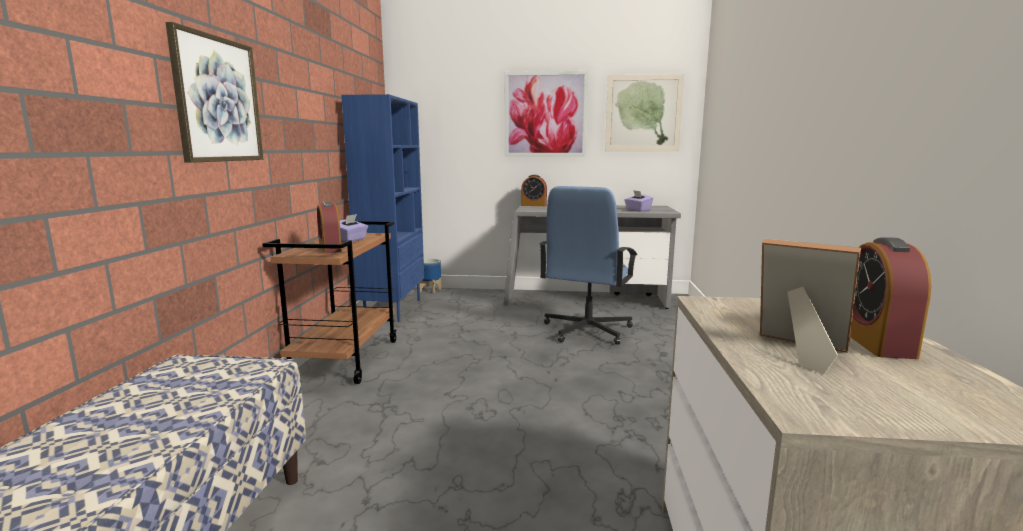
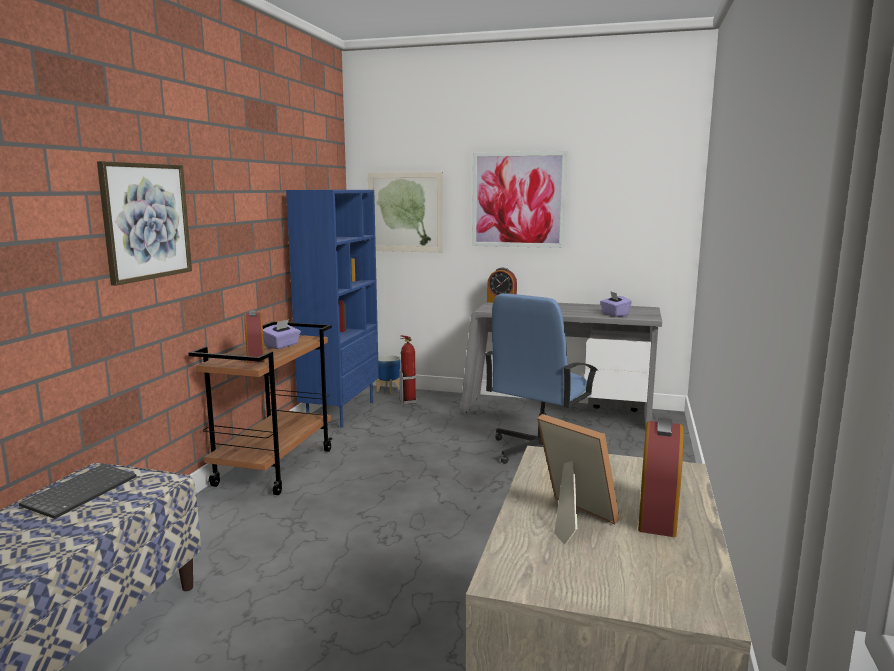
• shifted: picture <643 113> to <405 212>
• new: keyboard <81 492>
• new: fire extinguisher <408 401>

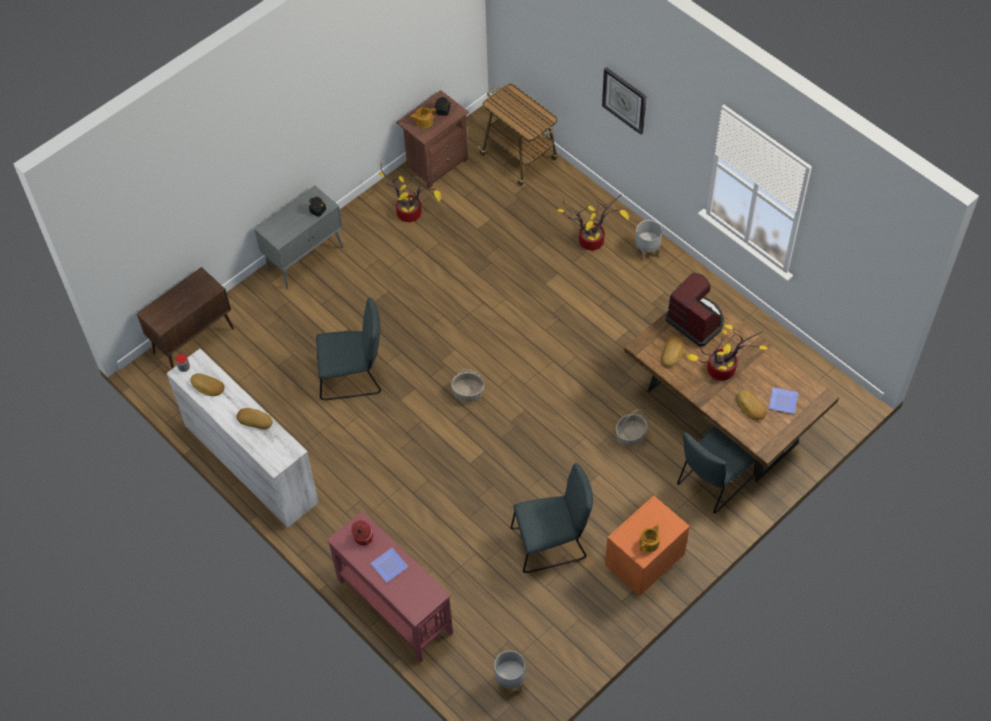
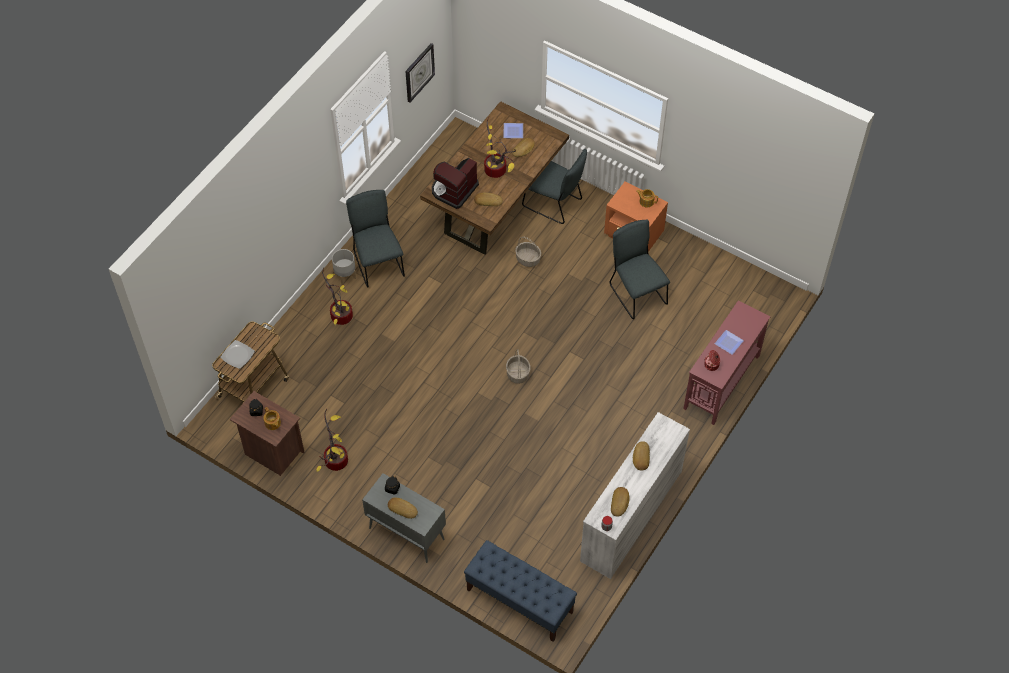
• swapped: brown cabinet <194 340> to blue bench <519 601>
• shifted: grey chair <353 377> to <378 262>
• gone: grey planter <510 681>
• shifted: wall clock <624 100> to <419 72>
• new: plate <238 355>
• new: bread <403 508>

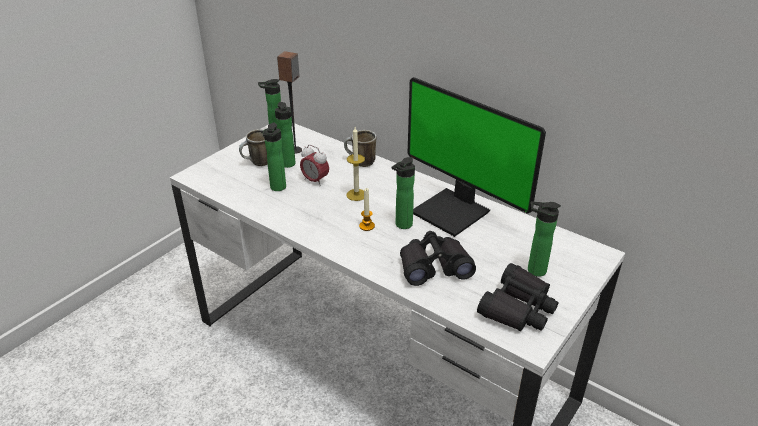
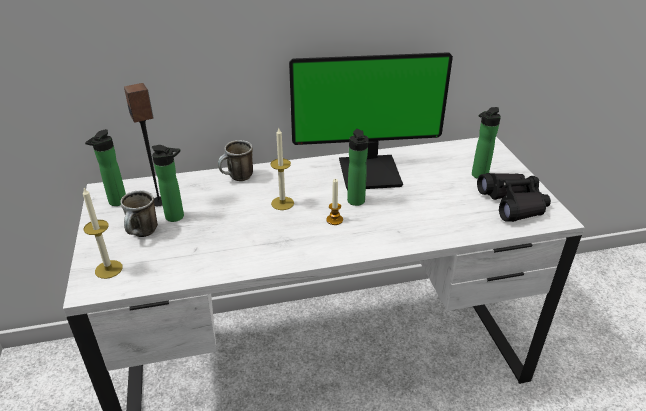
• gone: bottle <277 188>
• gone: alarm clock <315 181>
• gone: black binoculars <434 266>
• new: candle <108 269>

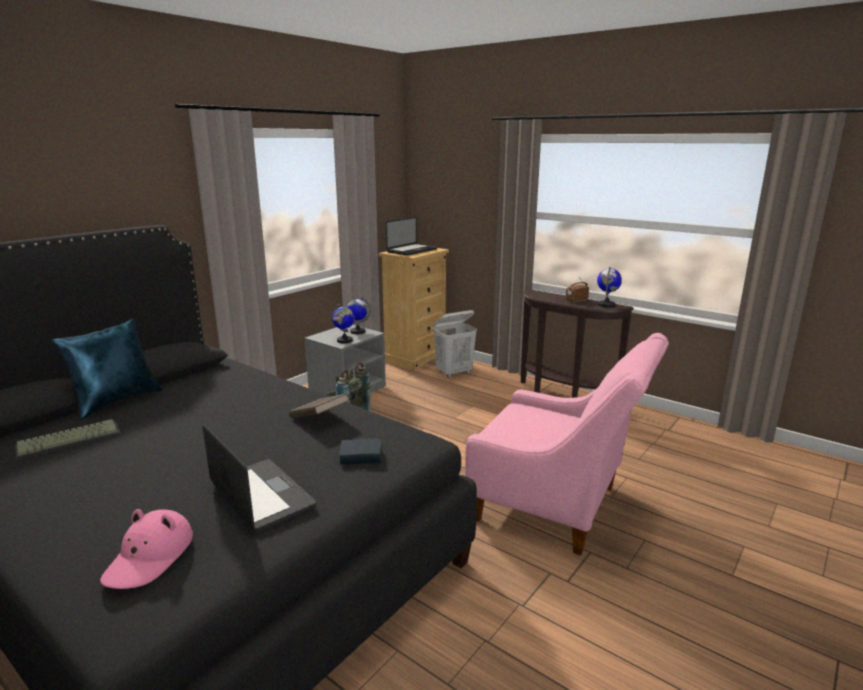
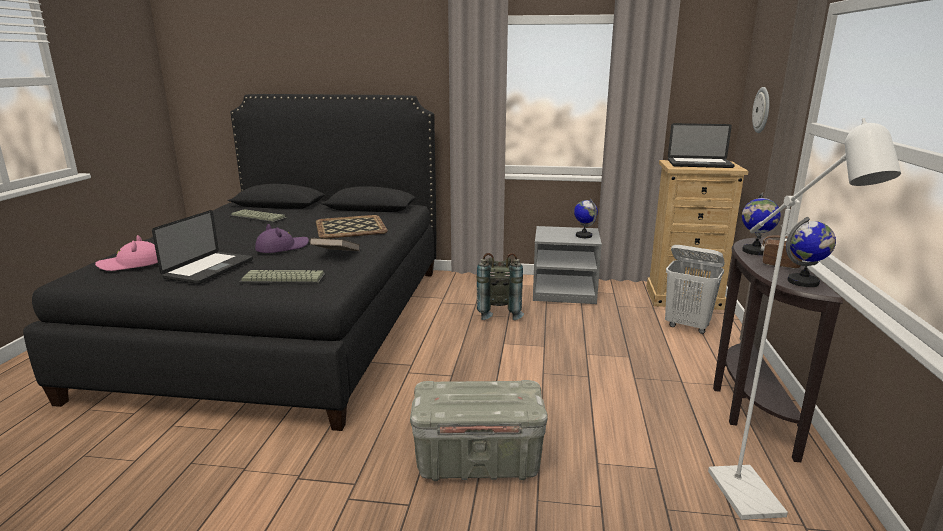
• gone: blue pillow <116 401>
• shifted: globe <344 340> to <755 251>
• swapped: book <360 456> to keyboard <282 280>
• swapped: pink armchair <557 507> to grey storage box <477 462>
• new: purple hat <282 247>
• new: tray <350 227>
• new: white floor lamp <753 503>
• new: wall clock <762 110>

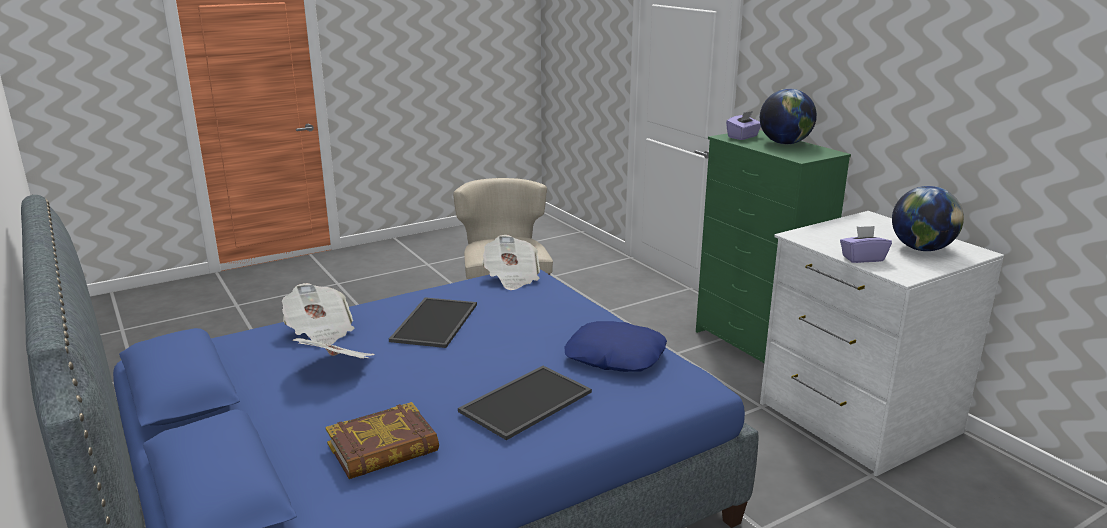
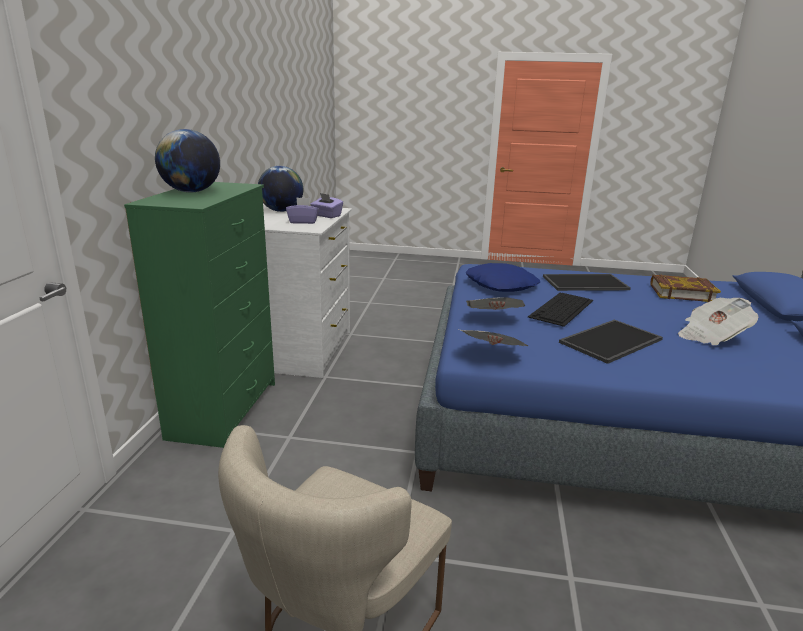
• shifted: newspaper <320 332> to <493 319>
• shifted: purple tissue box <743 137> to <303 222>
• new: keyboard <561 309>

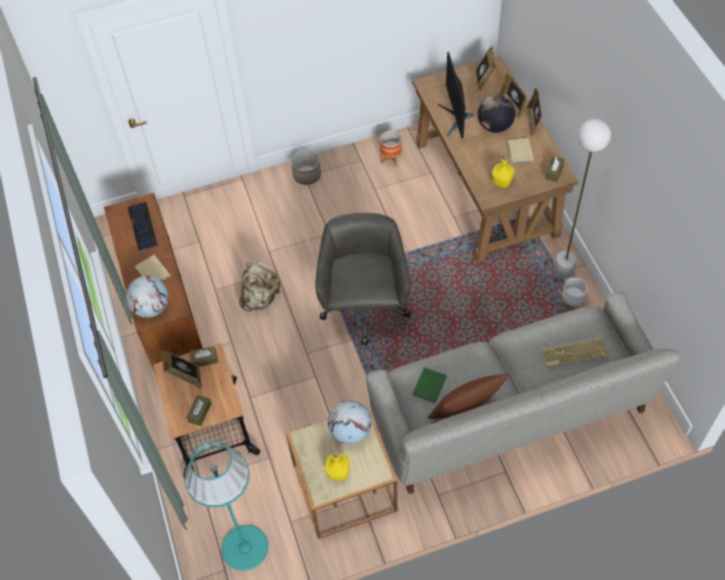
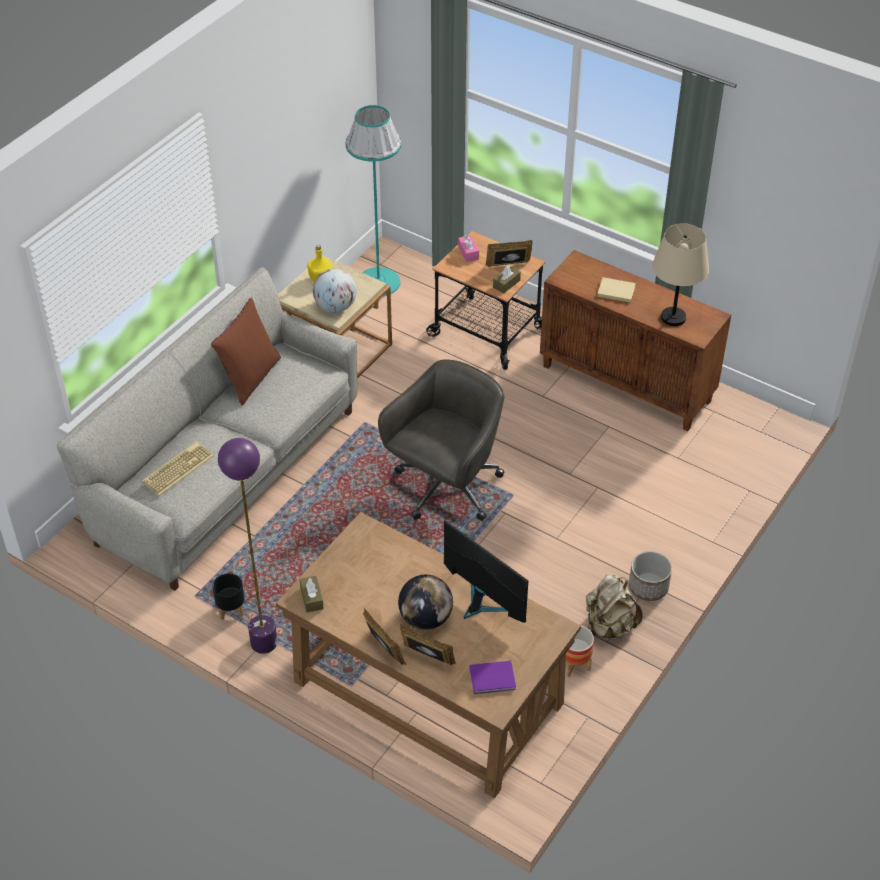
• gone: globe <151 308>
• swapped: keyboard <143 227> to beige table lamp <672 317>
• repainted: brown tissue box <200 413> to pink tissue box <468 253>
• shifted: beige backpack <260 297> to <609 626>
• rotated: grey office chair <364 309> = <446 488> 105 degrees counterclockwise
• gone: green book <428 386>
• swapped: picture frame <484 78> to purple book <493 679>
• gone: yellow bottle <501 182>
• gone: beige book <519 152>
• repainted: white floor lamp <563 270> to purple floor lamp <263 643>
• repainted: white planter <572 304> to black planter <230 610>

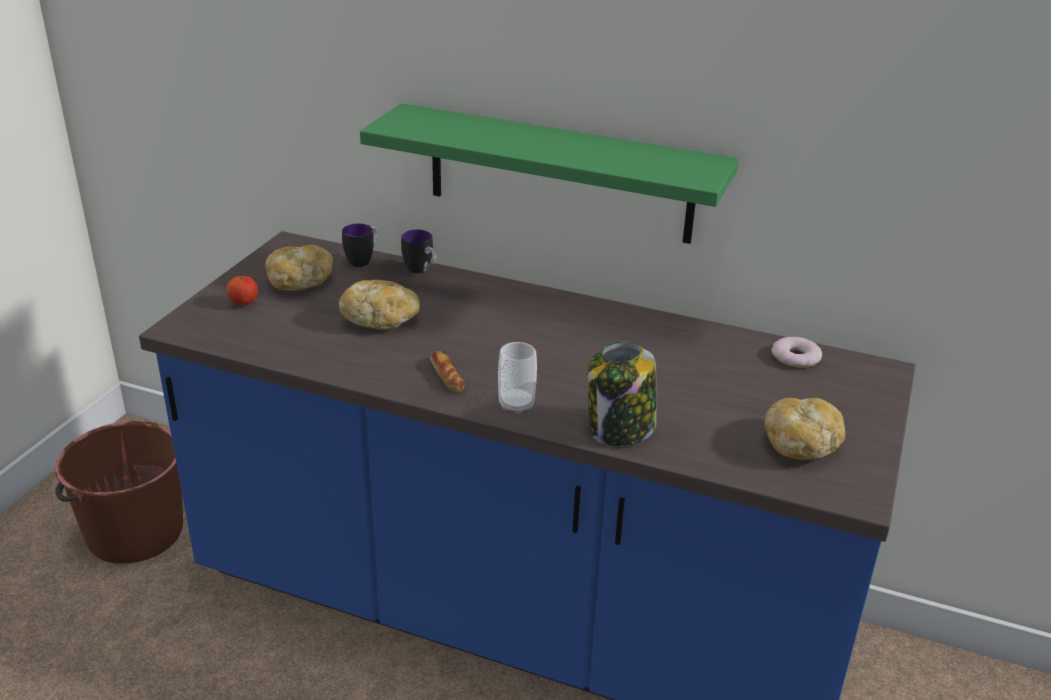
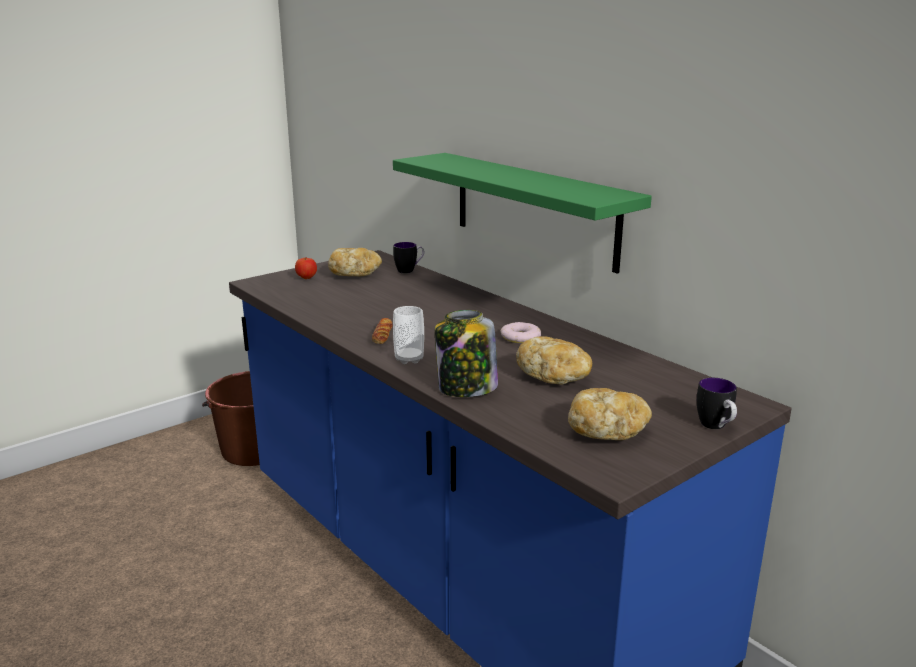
• shifted: bread <381 320> to <554 377>
• shifted: mug <421 271> to <716 427>
• shifted: donut <795 357> to <520 337>

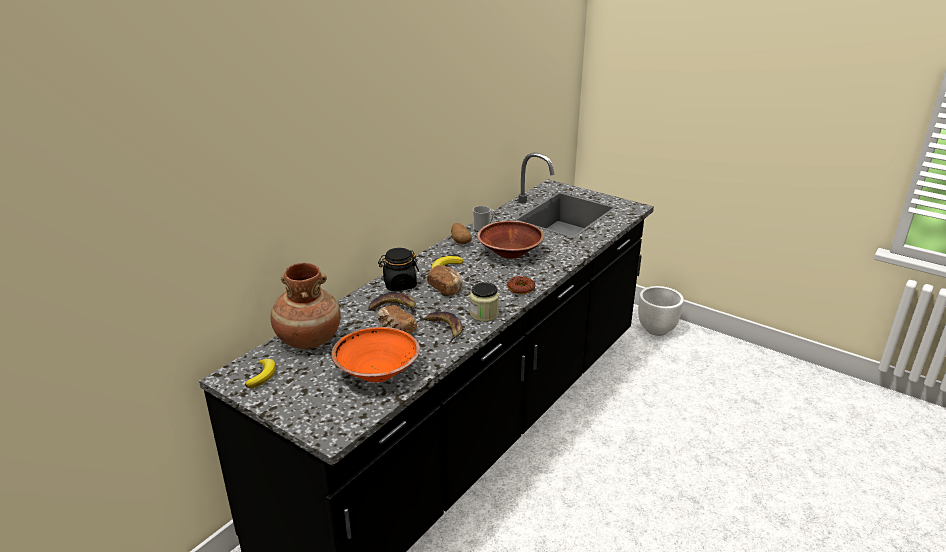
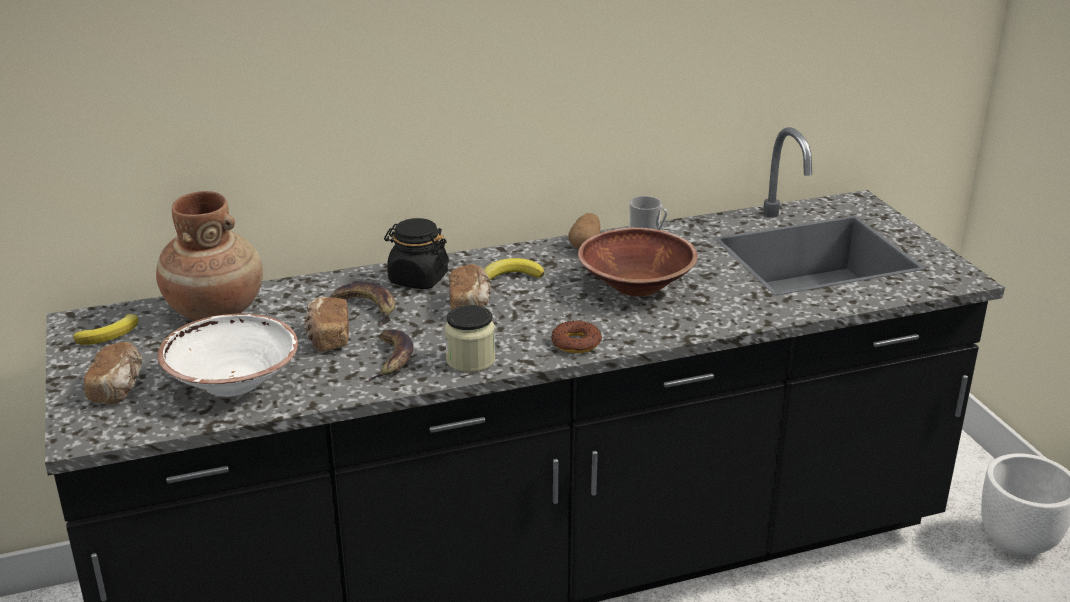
• repainted: orange bowl <377 372> to white bowl <232 382>
• new: bread <119 388>

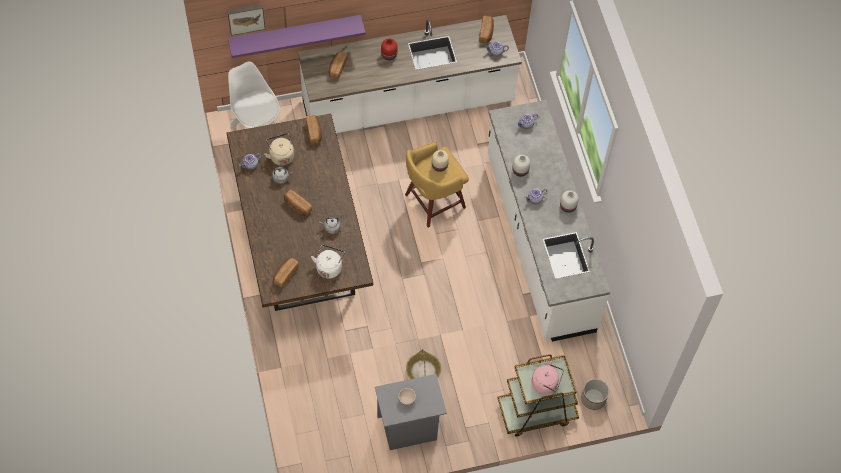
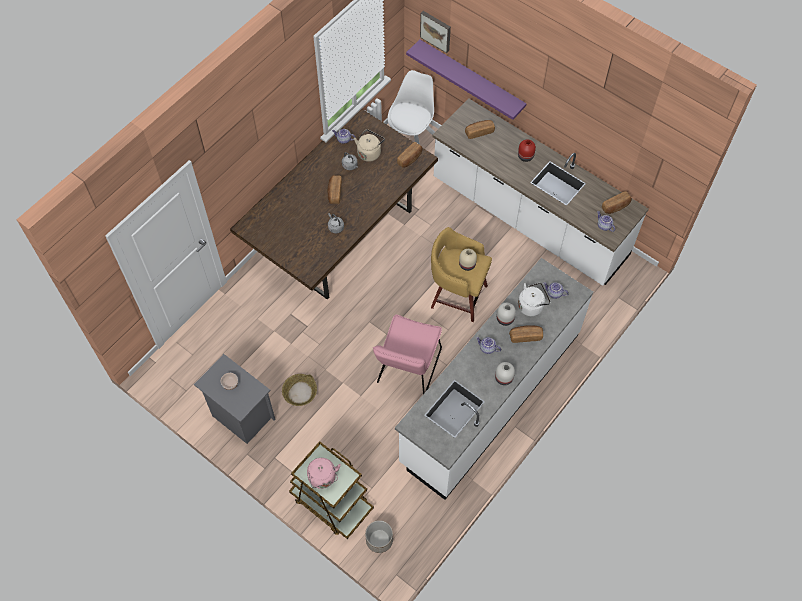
• shifted: bread <285 274> to <525 336>
• shifted: white kettle <329 267> to <532 305>
• new: pink chair <407 370>

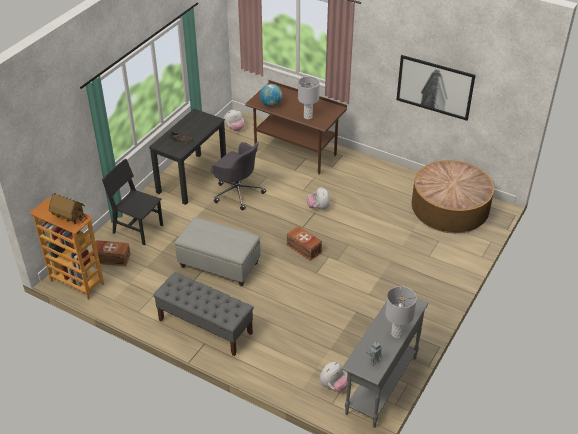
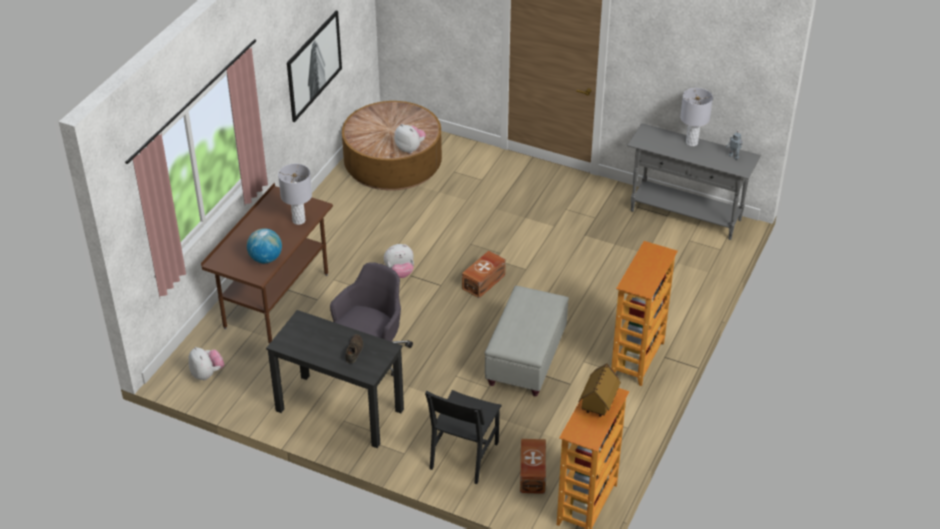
• swapped: grey bench <205 326> to bookcase <638 359>
• shifted: plush toy <333 385> to <410 148>

